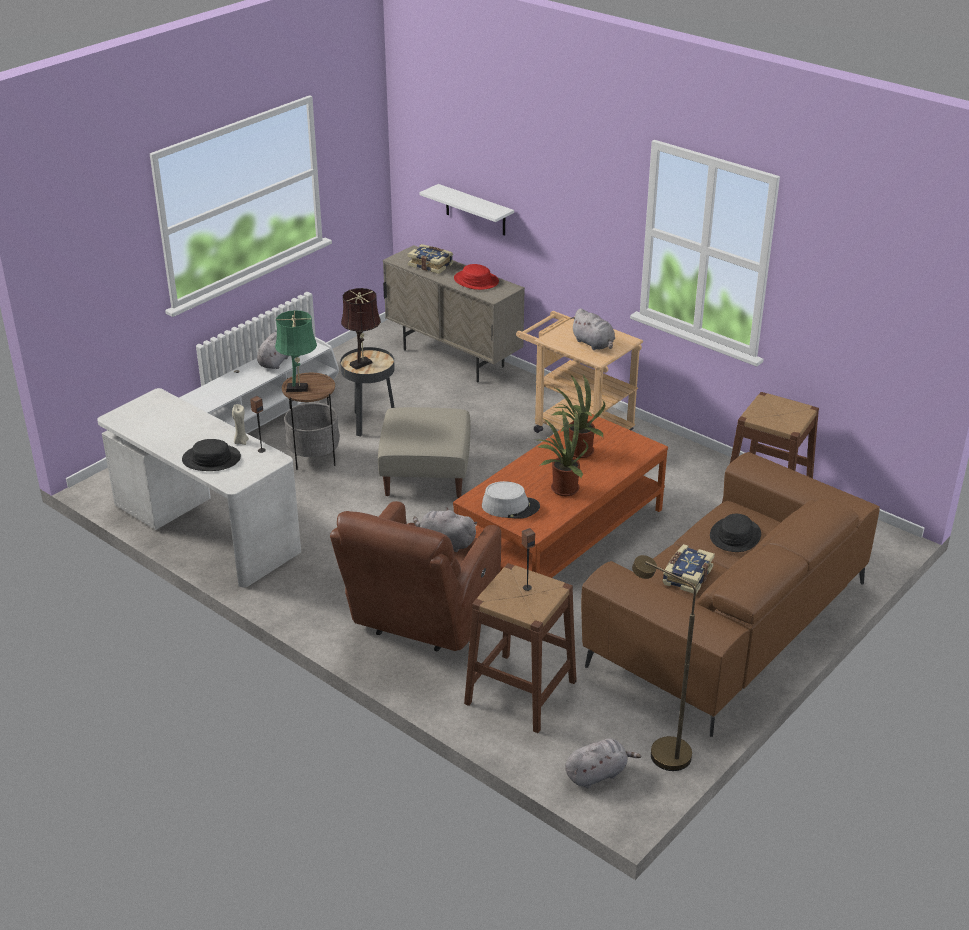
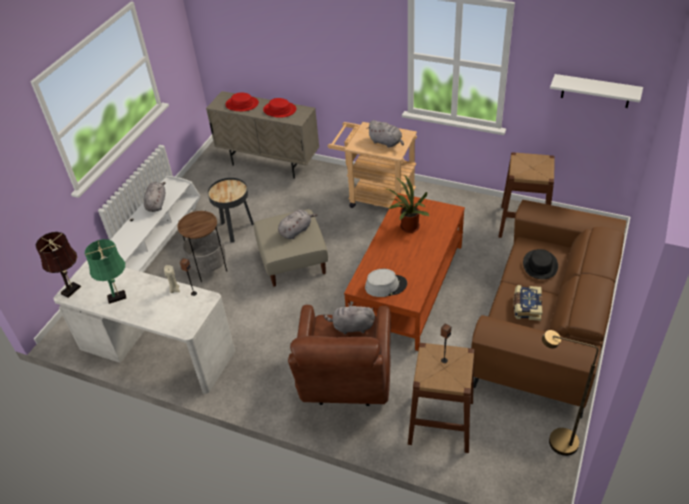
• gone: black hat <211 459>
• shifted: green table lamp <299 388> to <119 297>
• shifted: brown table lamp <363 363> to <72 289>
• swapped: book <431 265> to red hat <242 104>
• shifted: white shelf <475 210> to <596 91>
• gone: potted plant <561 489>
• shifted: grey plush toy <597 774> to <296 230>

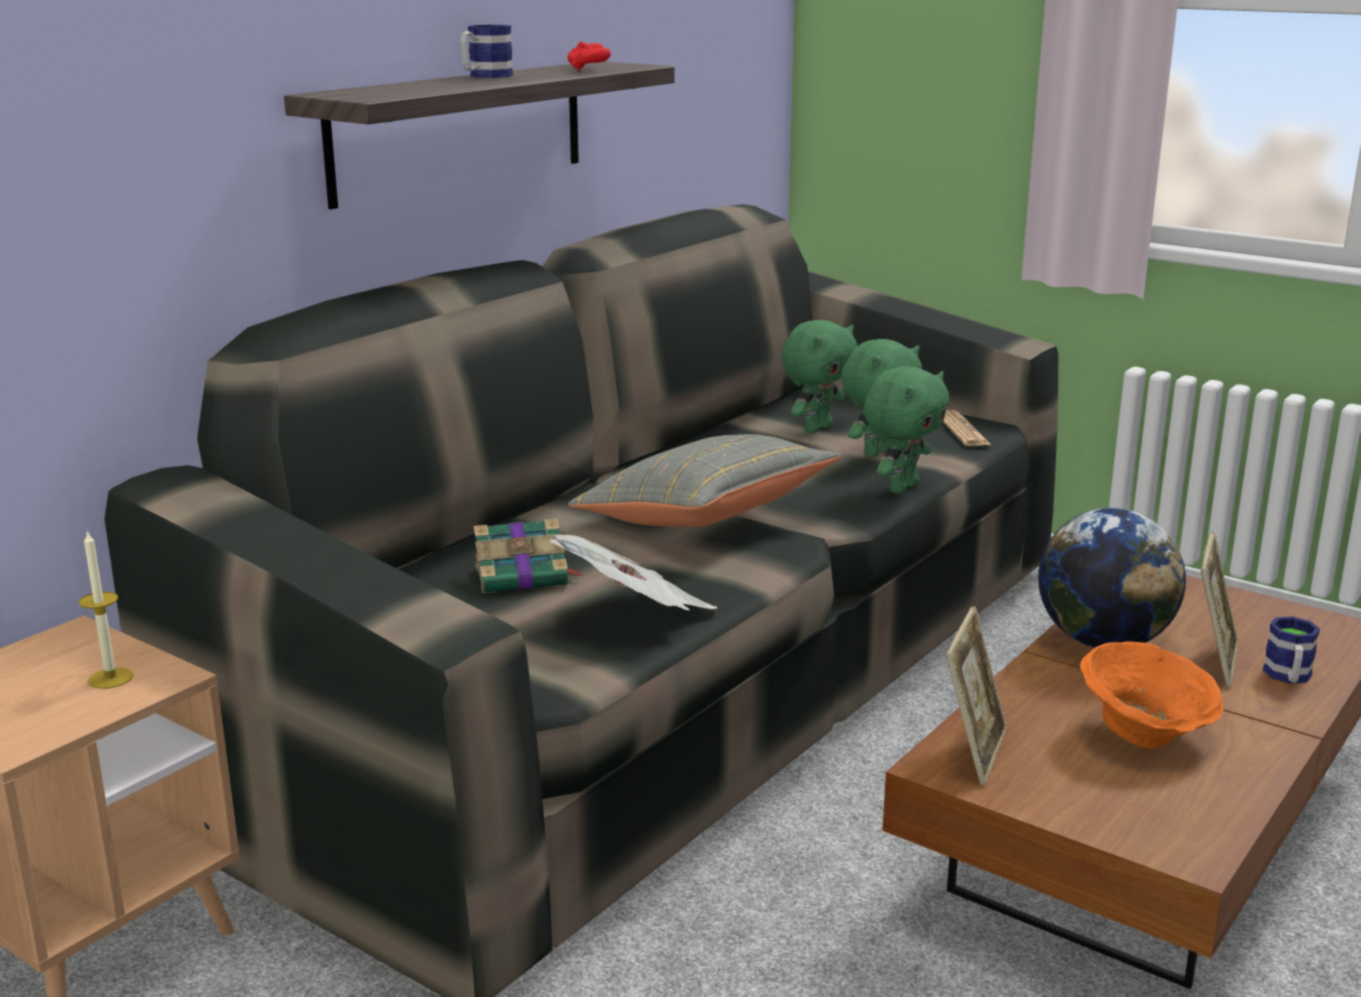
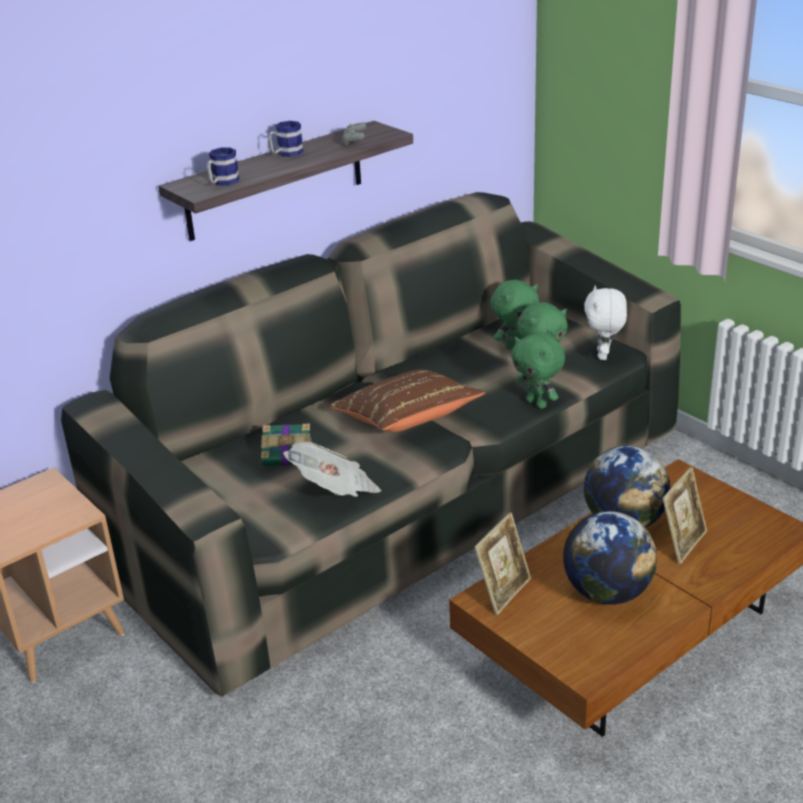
• gone: candle <110 678>
• repainted: red game controller <588 70> to grey game controller <354 141>
• repainted: grey pillow <704 520> to brown pillow <406 420>
• rotated: green plush toy <901 488> = <537 403> 90 degrees clockwise
• swapped: newspaper <962 430> to white plush toy <603 355>
• swapped: orange bowl <1144 735> to globe <607 592>
• shifted: mug <1288 677> to <222 182>

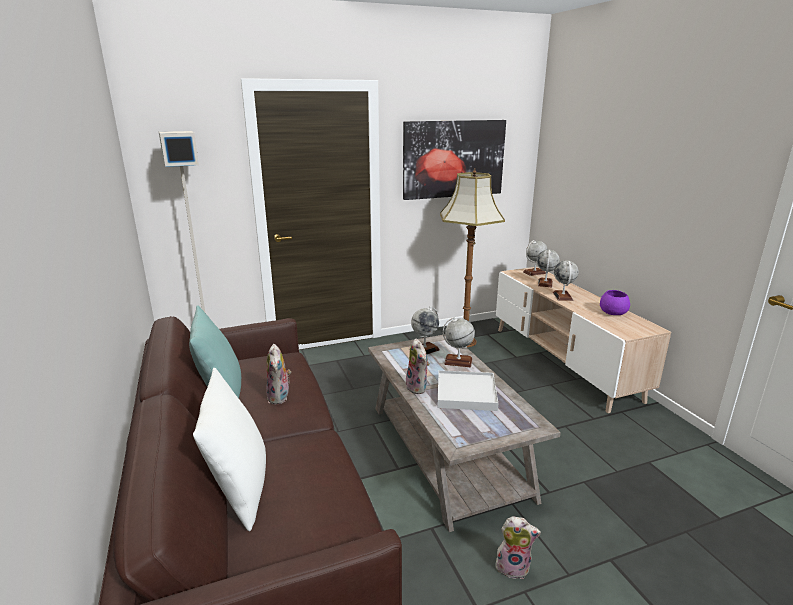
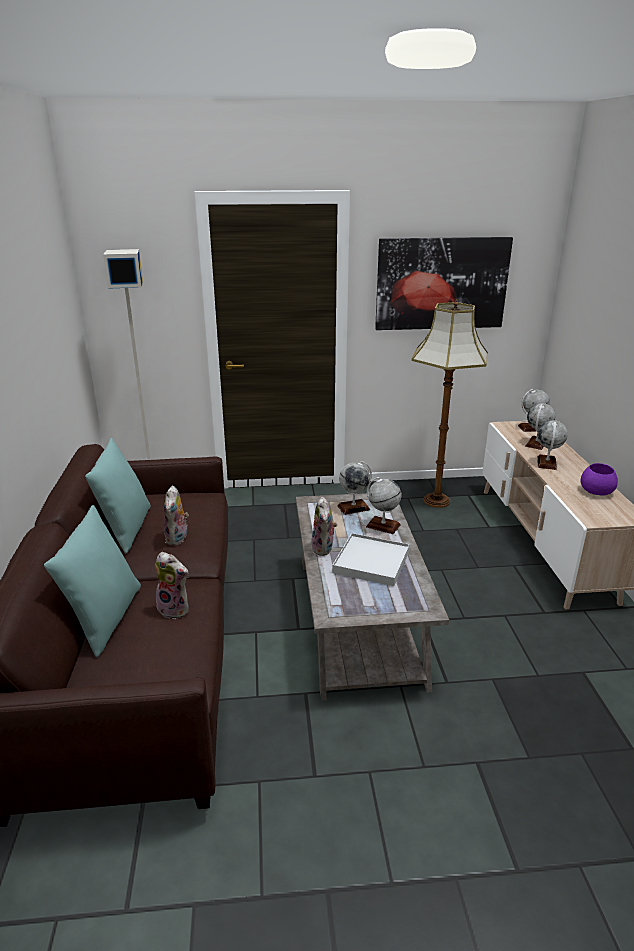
• repainted: white pillow <240 488> to turquoise pillow <105 619>
• shifted: plush toy <513 566> to <175 609>

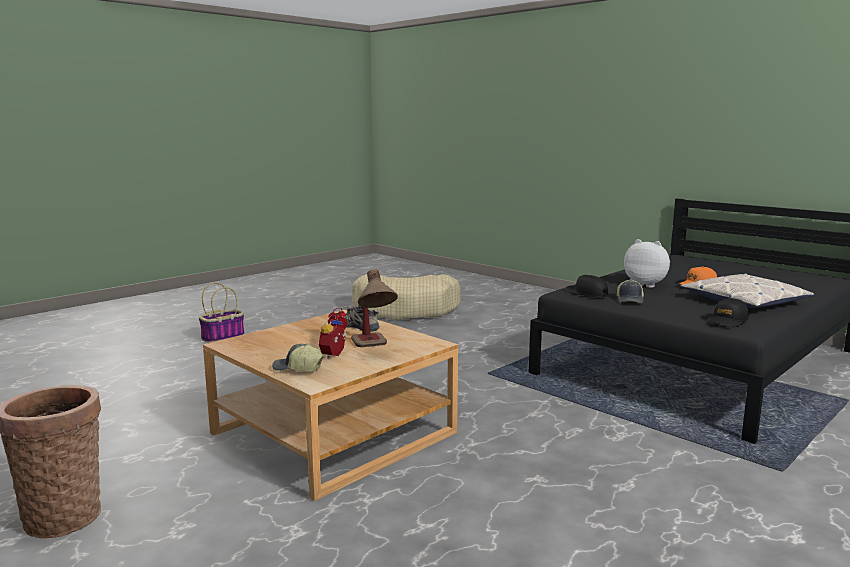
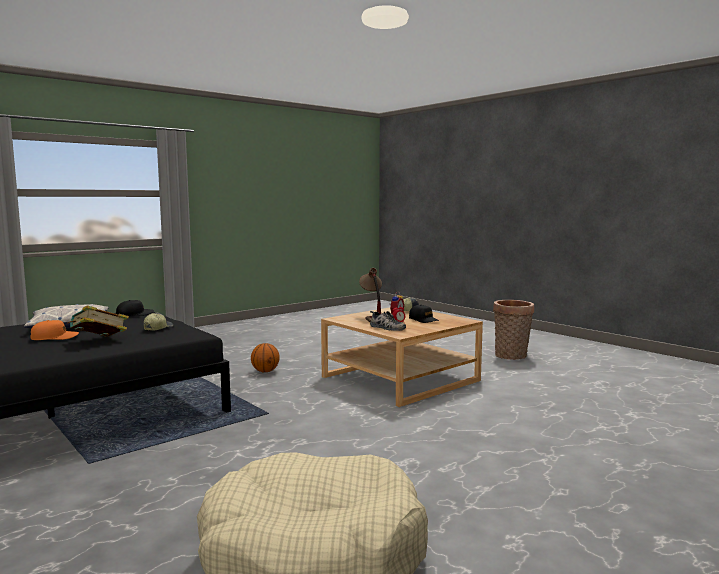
• gone: basket <223 337>
• shifted: black cap <586 293> to <423 320>
• swapped: plush toy <646 284> to book <99 340>
• new: basketball <265 371>

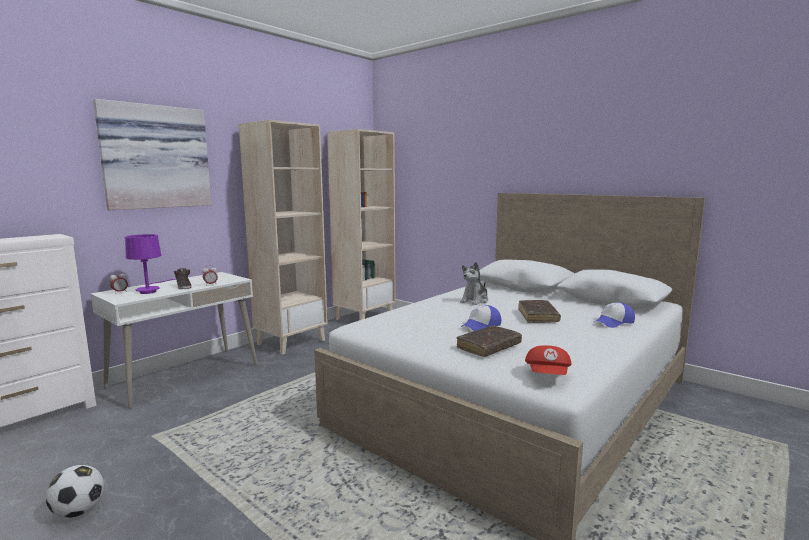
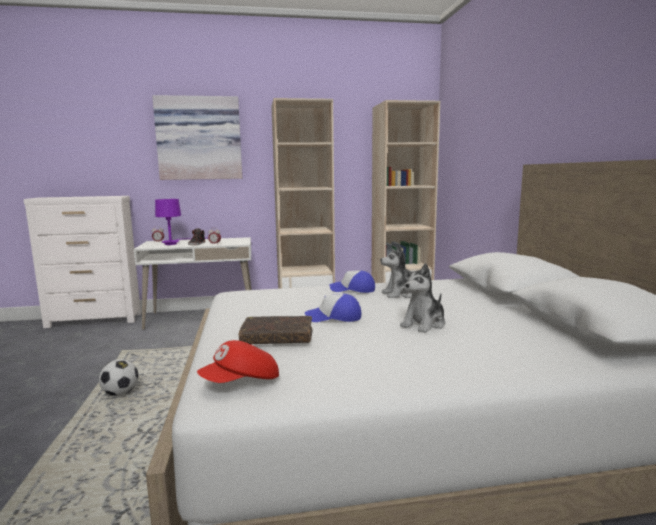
• shifted: football <79 511> to <120 393>
• swapped: brown book <538 316> to plush toy <424 324>
• shifted: cap <613 322> to <353 289>

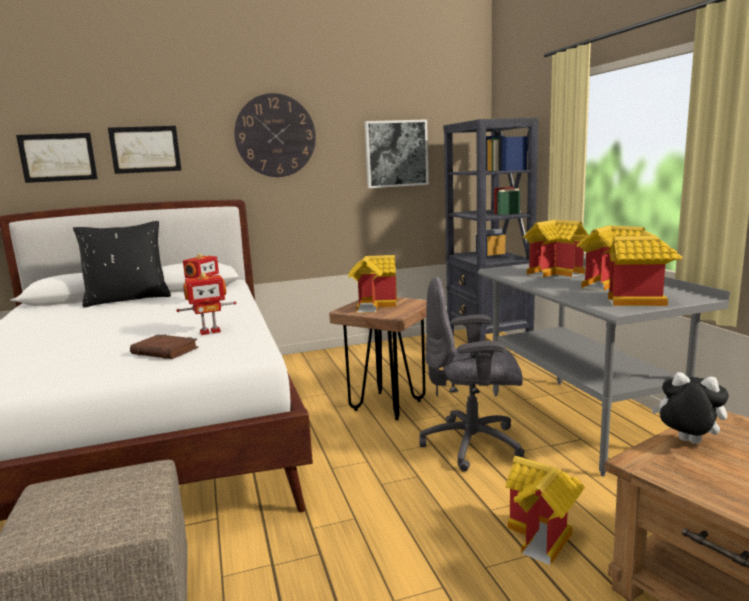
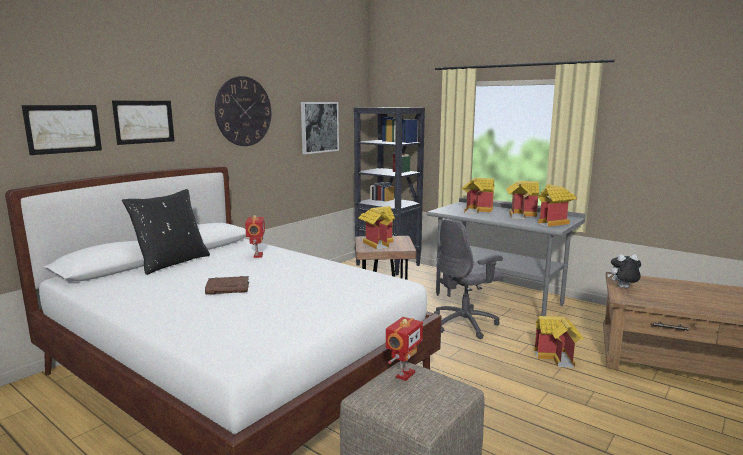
• shifted: brown book <166 351> to <228 288>
• shifted: toy robot <210 331> to <404 374>

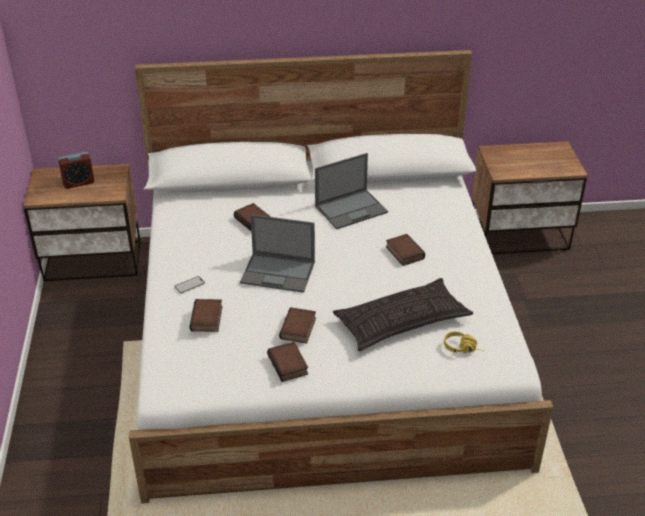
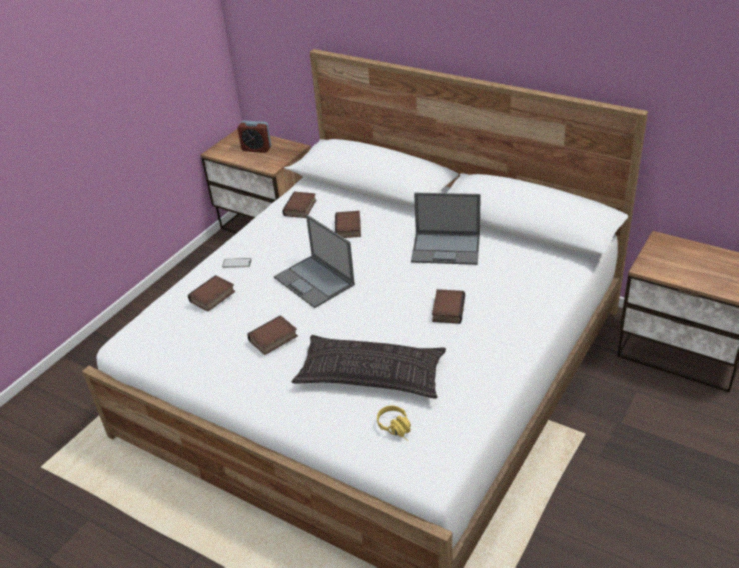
• shifted: book <289 365> to <301 208>

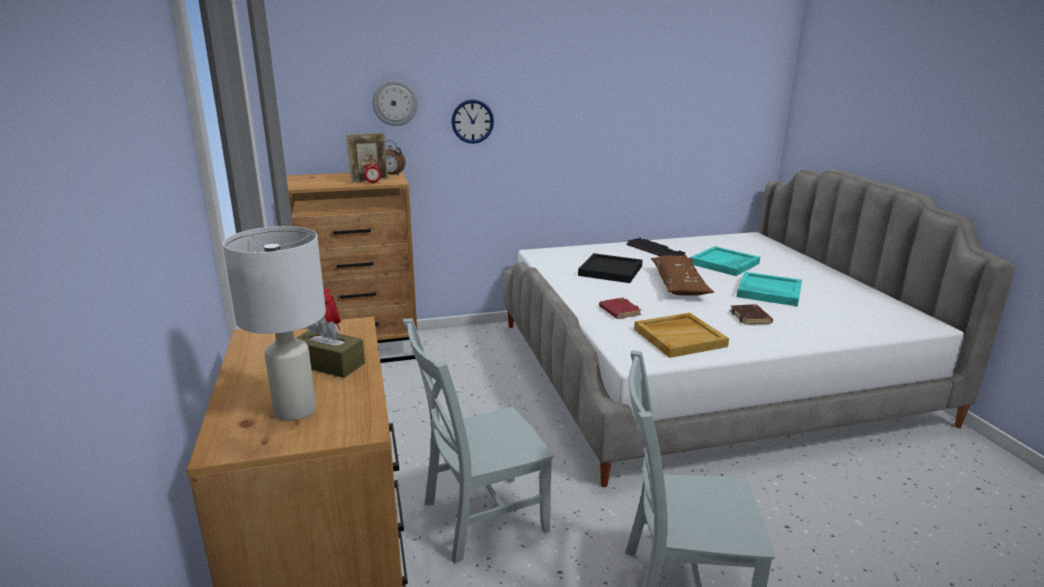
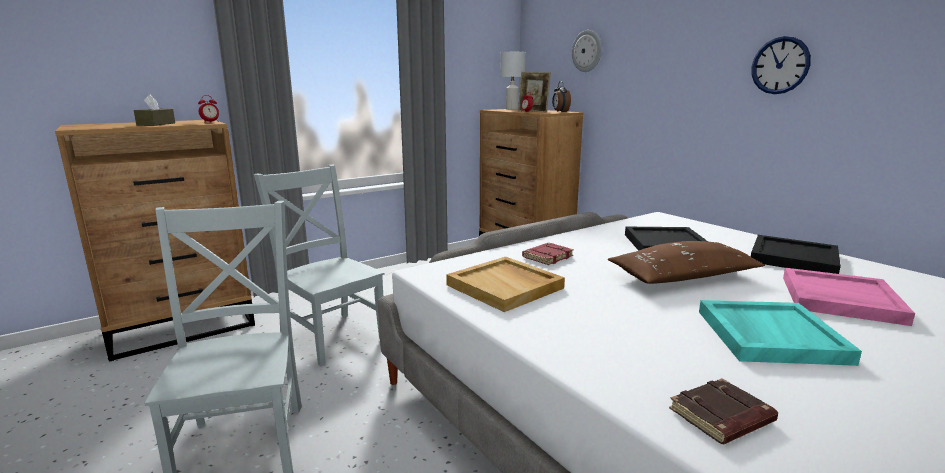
• shifted: white table lamp <296 410> to <512 109>
• shifted: wall clock <472 121> to <780 65>
• swapped: keyboard <657 251> to black tray <794 258>
• repainted: turquoise tray <724 264> to pink tray <839 299>
• shifted: brown book <751 318> to <721 418>

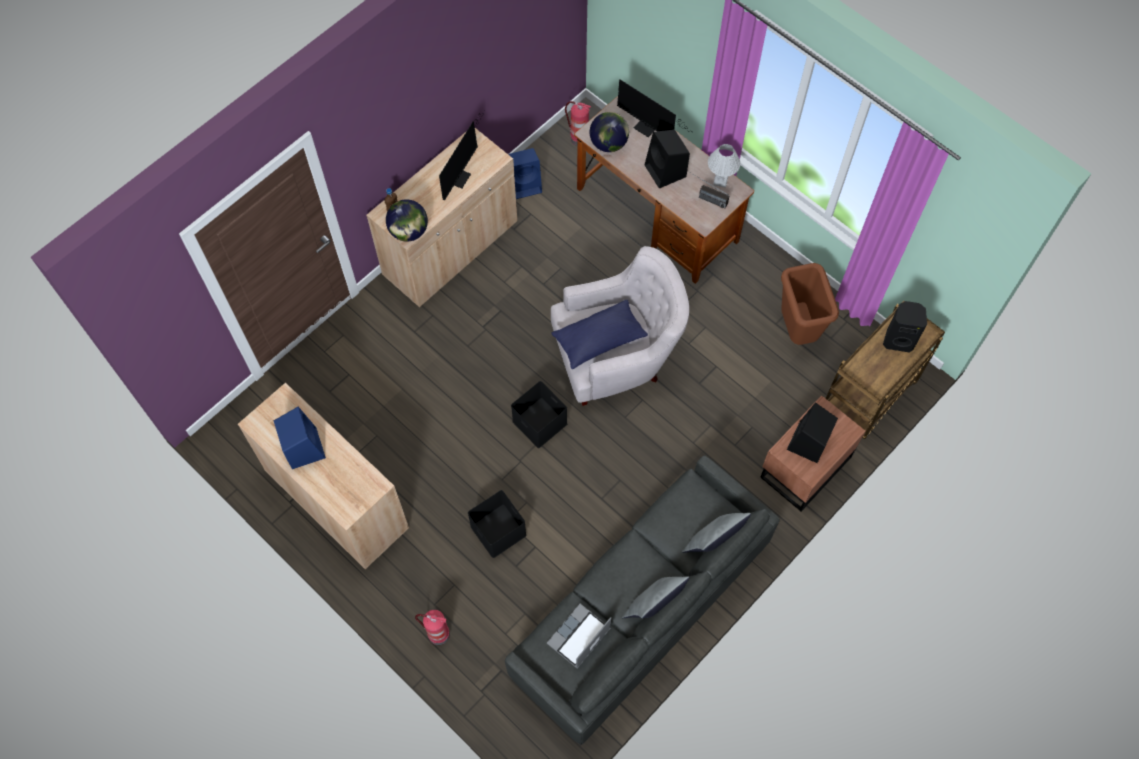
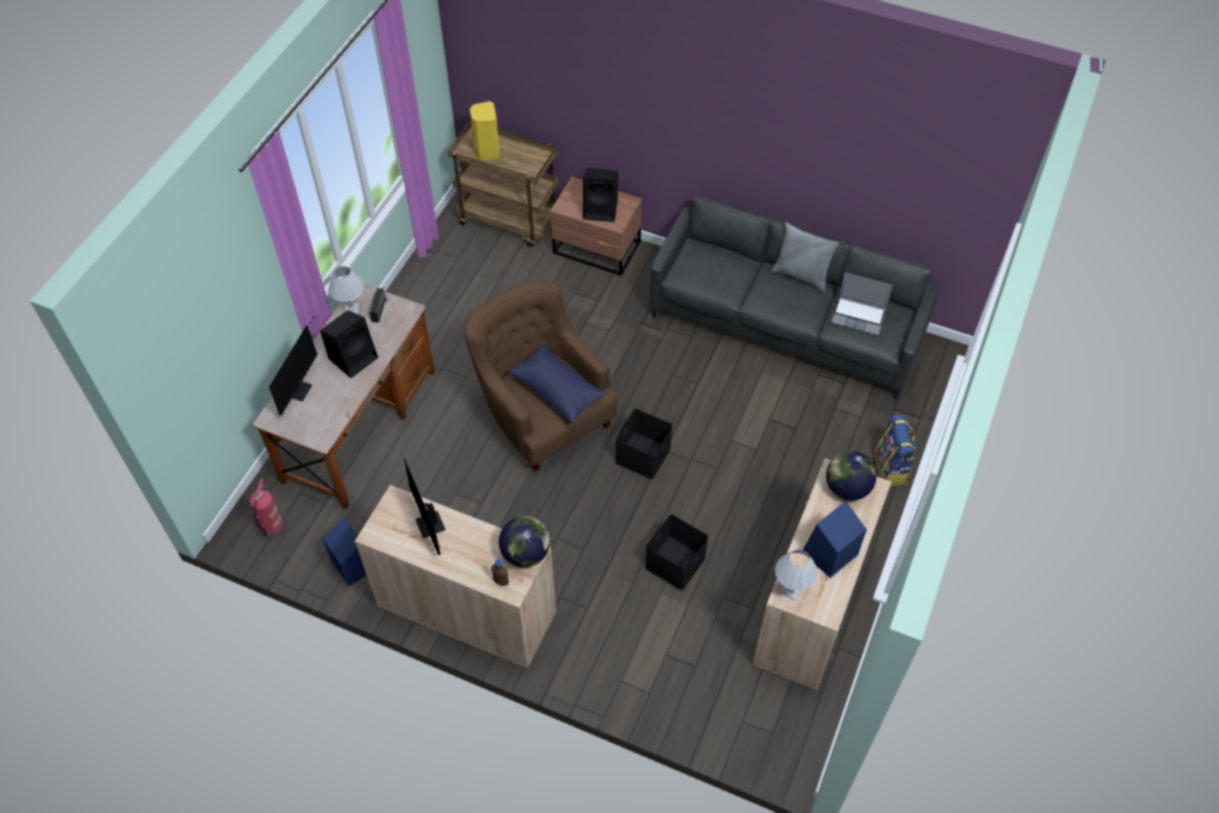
• swapped: fire extinguisher <437 634> to backpack <892 468>
• rotated: monitor <460 175> = <430 528> 120 degrees counterclockwise
• shifted: black storage box <497 530> to <675 564>
• repainted: white armchair <617 356> to brown armchair <542 413>
• shifted: globe <609 143> to <847 488>
• gone: grey pillow <713 542>
• gone: brown trash can <797 330>
• repainted: black speaker <898 340> to yellow speaker <487 151>
• new: white table lamp <790 590>

